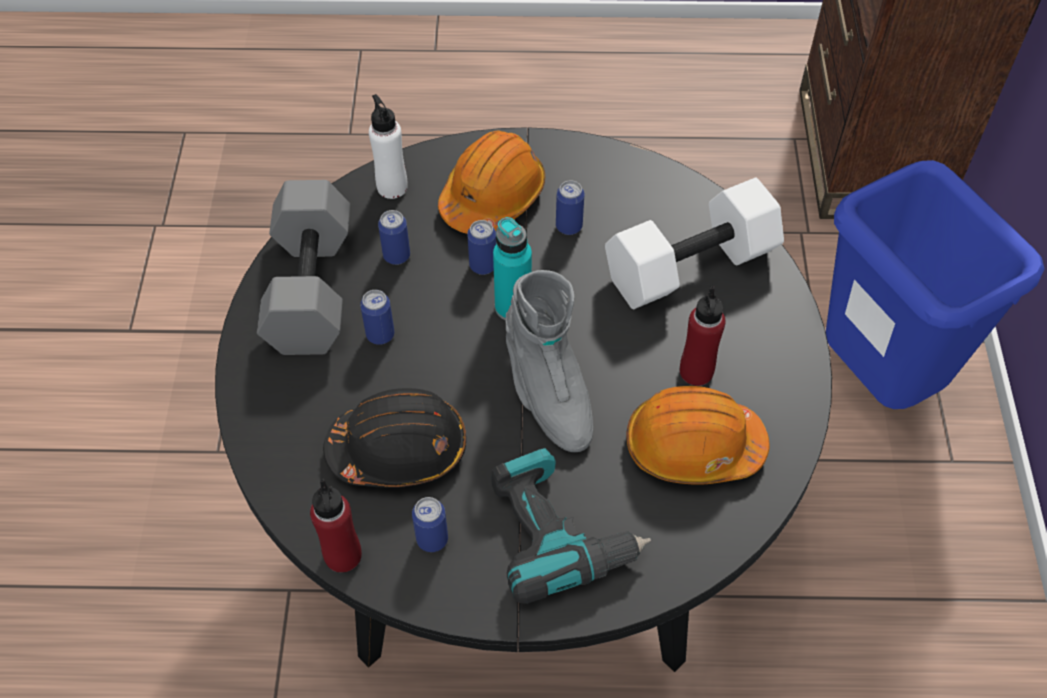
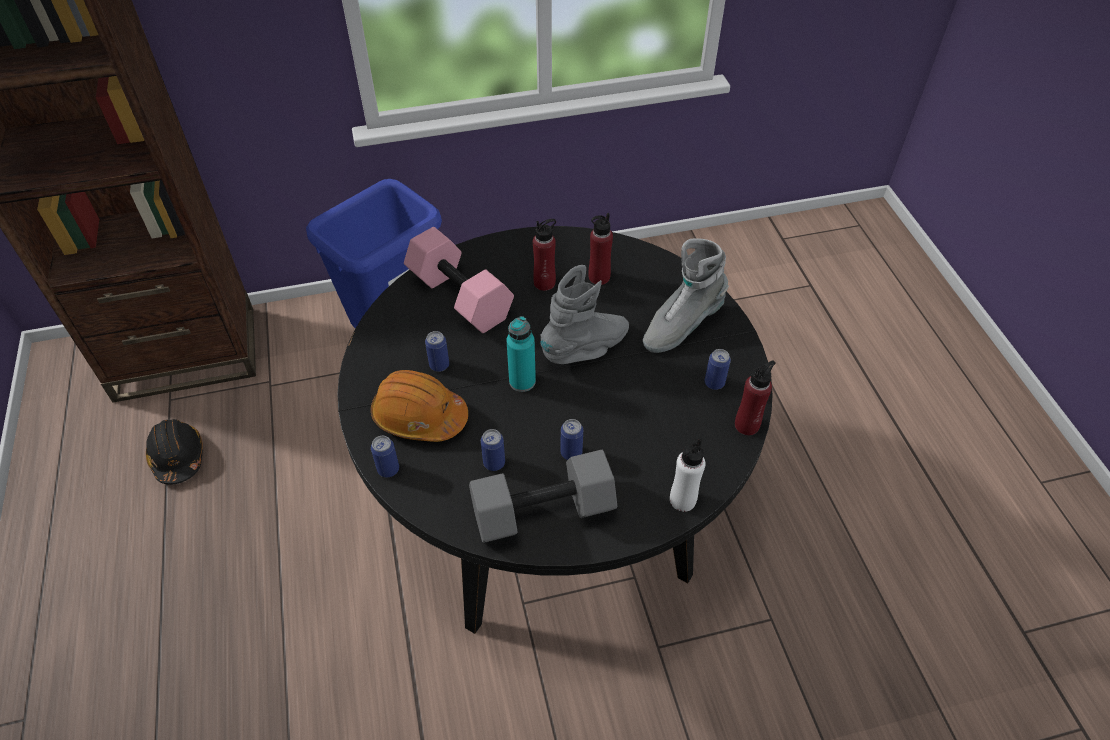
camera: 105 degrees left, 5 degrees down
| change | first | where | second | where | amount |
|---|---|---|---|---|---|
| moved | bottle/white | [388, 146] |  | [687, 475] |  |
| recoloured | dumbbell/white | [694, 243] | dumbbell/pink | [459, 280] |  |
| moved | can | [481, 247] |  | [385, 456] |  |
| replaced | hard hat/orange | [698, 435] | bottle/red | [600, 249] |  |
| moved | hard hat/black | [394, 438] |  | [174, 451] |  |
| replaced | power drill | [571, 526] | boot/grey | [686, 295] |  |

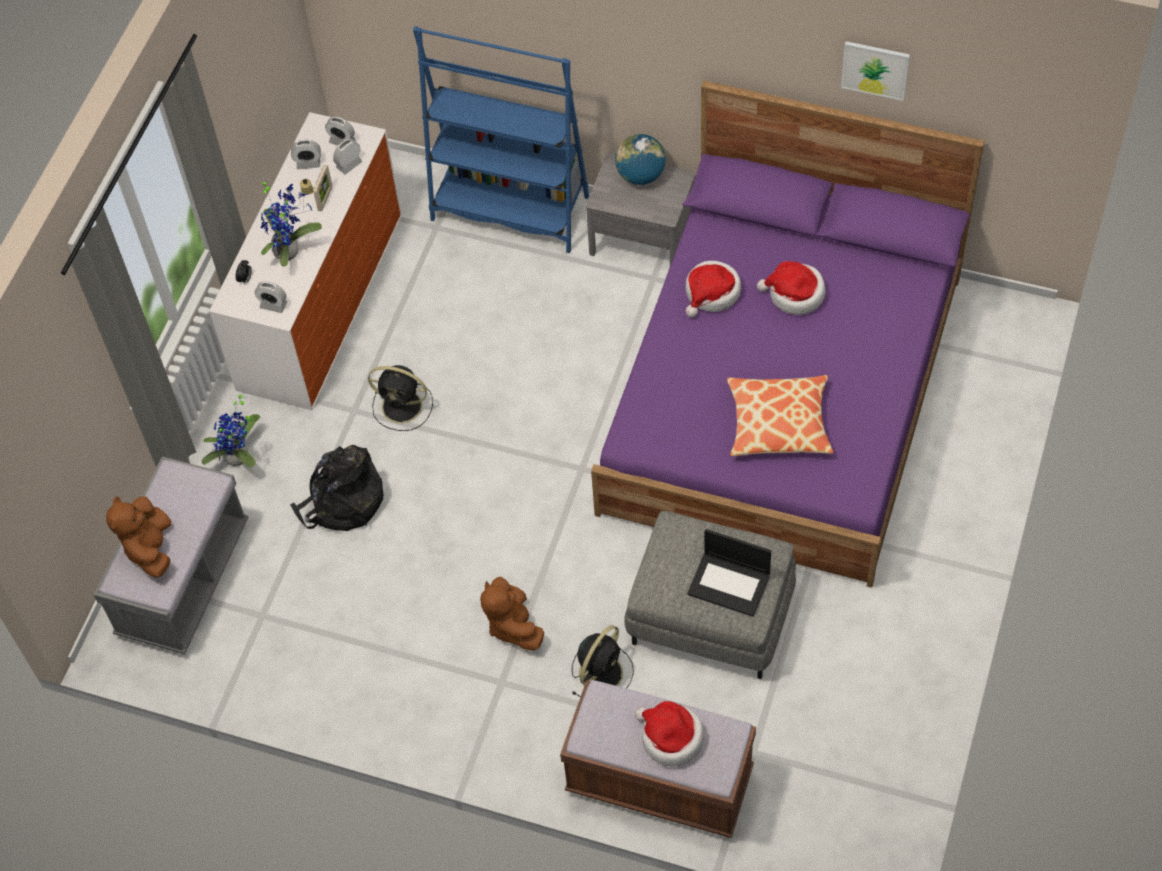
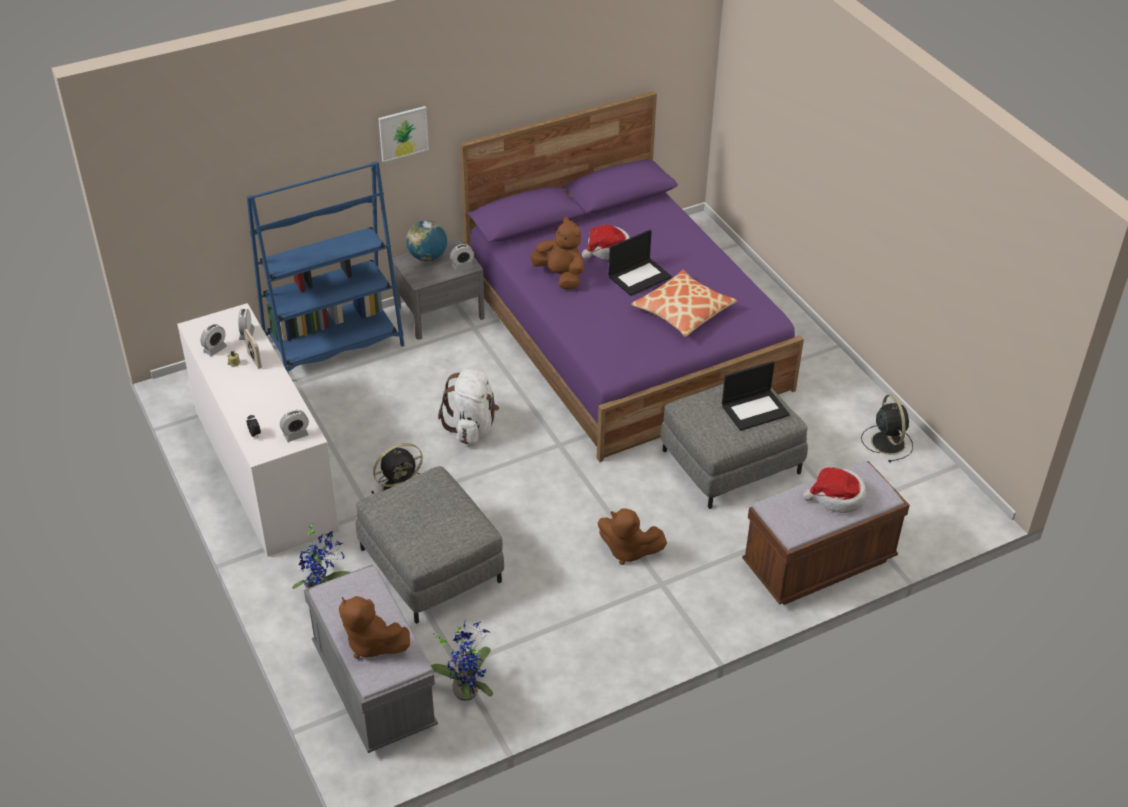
camera: 50 degrees left, 15 degrees down
| change | first | where | second | where | amount |
|---|---|---|---|---|---|
| moved | picture | [875, 71] |  | [403, 134] |  |
| moved | alarm clock | [340, 131] |  | [462, 257] |  |
| moved | potted plant | [291, 222] |  | [462, 660] |  |
| replaced | hat | [713, 289] | plush toy/brown | [557, 253] |  |
| replaced | backpack/black | [336, 488] | ottoman/grey | [430, 545] |  |
| moved | fan/black | [603, 661] |  | [887, 428] |  |
| added |  |  | laptop | [640, 263] |  |
| added |  |  | backpack/white | [468, 407] |  |

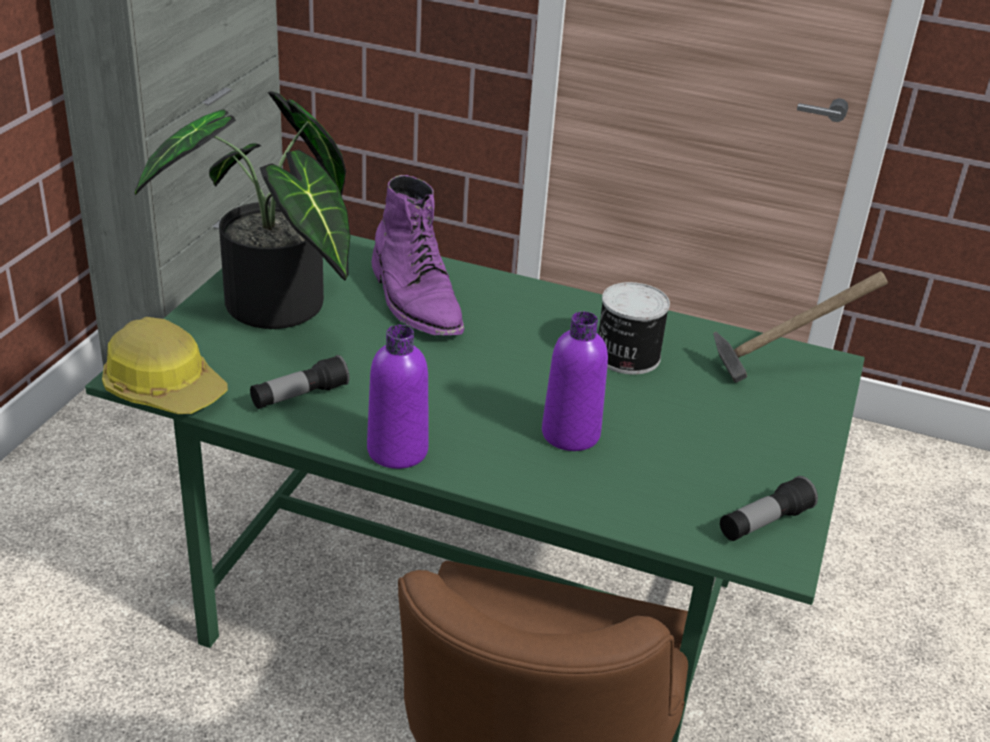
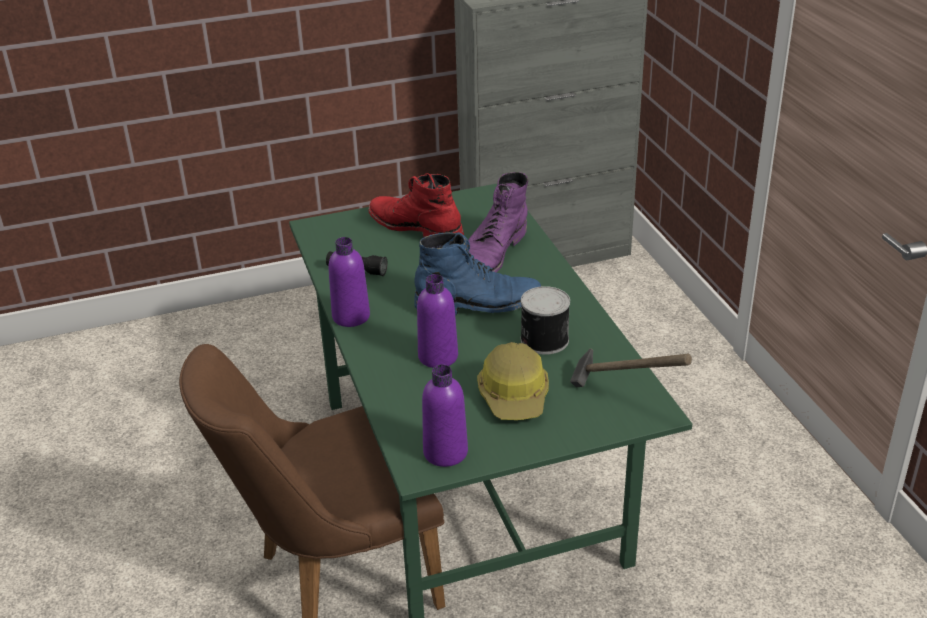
camera: 55 degrees right, 0 degrees up
| change | first | where | second | where | amount |
|---|---|---|---|---|---|
| replaced | potted plant | [242, 210] | boot/red | [416, 205] |  |
| moved | hard hat | [165, 365] |  | [513, 381] |  |
| replaced | flashlight | [769, 508] | bottle/purple | [445, 415] |  |
| added |  |  | boot/blue | [478, 273] |  |

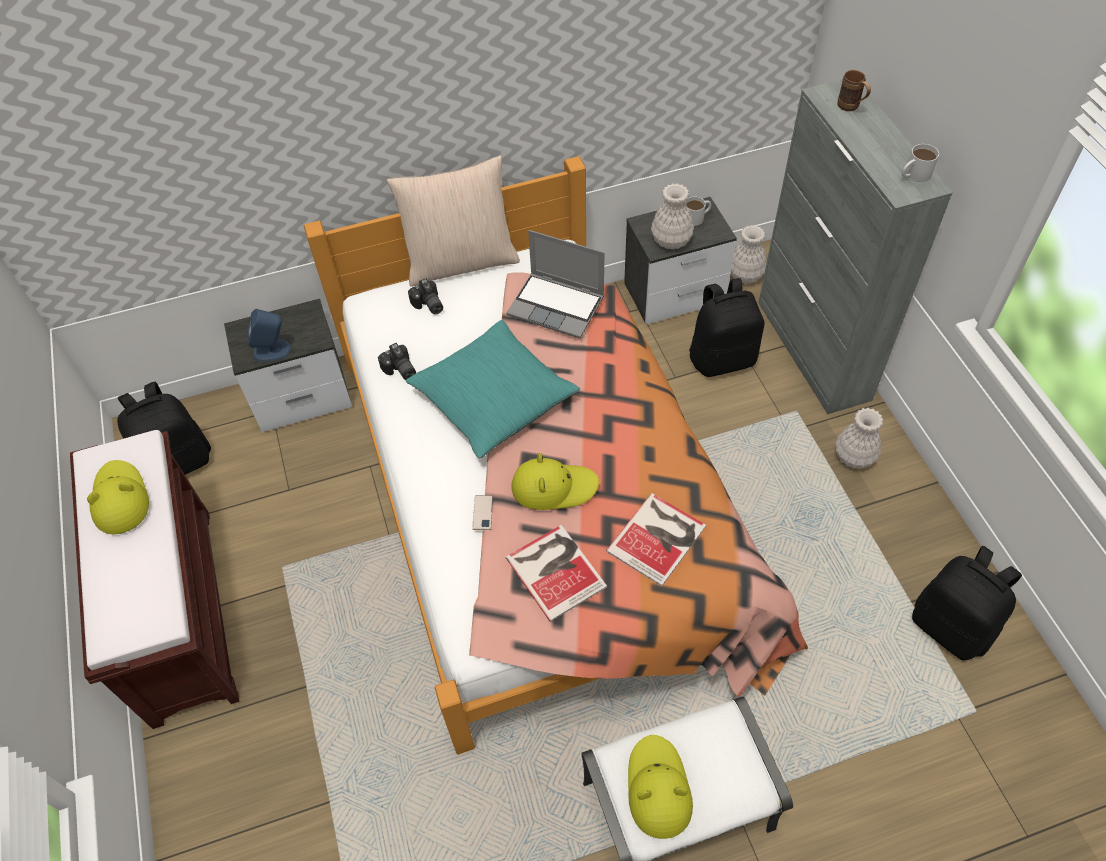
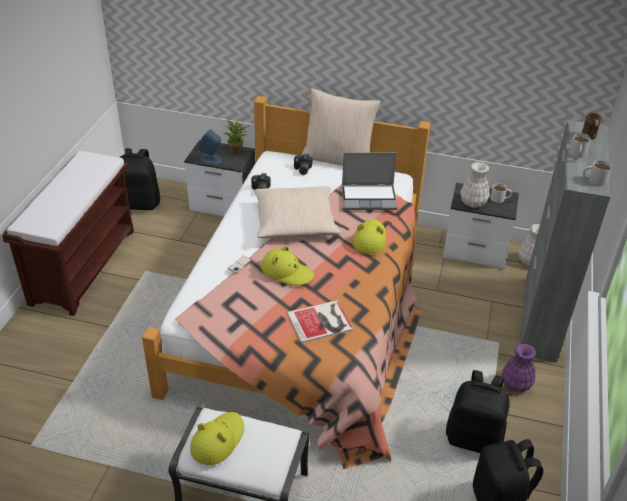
camera: 30 degrees right, 15 degrees down
| change | first | where | second | where | amount |
|---|---|---|---|---|---|
| turned | laptop | [555, 284] |  | [370, 181] | 60 degrees counterclockwise |
| moved | backpack/black | [726, 327] |  | [477, 411] |  |
| recoloured | pillow/turquoise | [493, 389] | pillow/beige | [297, 212] |  |
| recoloured | vase/white | [859, 438] | vase/purple | [519, 367] |  |
| moved | hat/yellow | [118, 497] |  | [369, 236] |  |
| removed | book | [556, 573] |  |  |  |
| added |  |  | potted plant | [237, 135] |  |
| added |  |  | mug/white | [580, 145] |  |

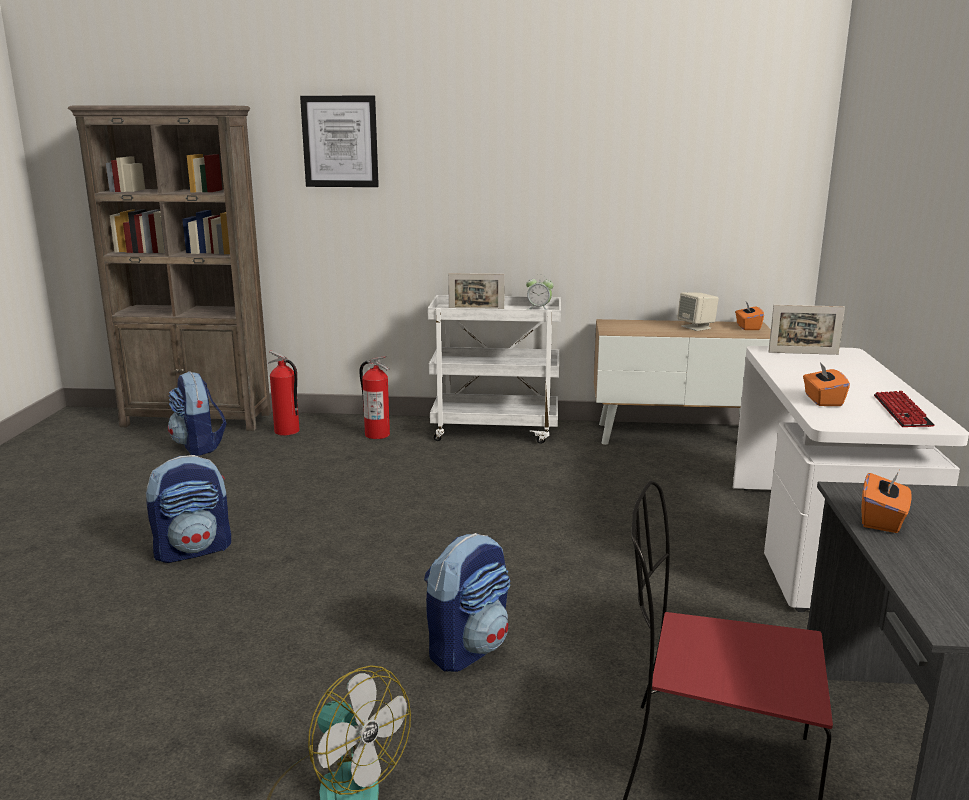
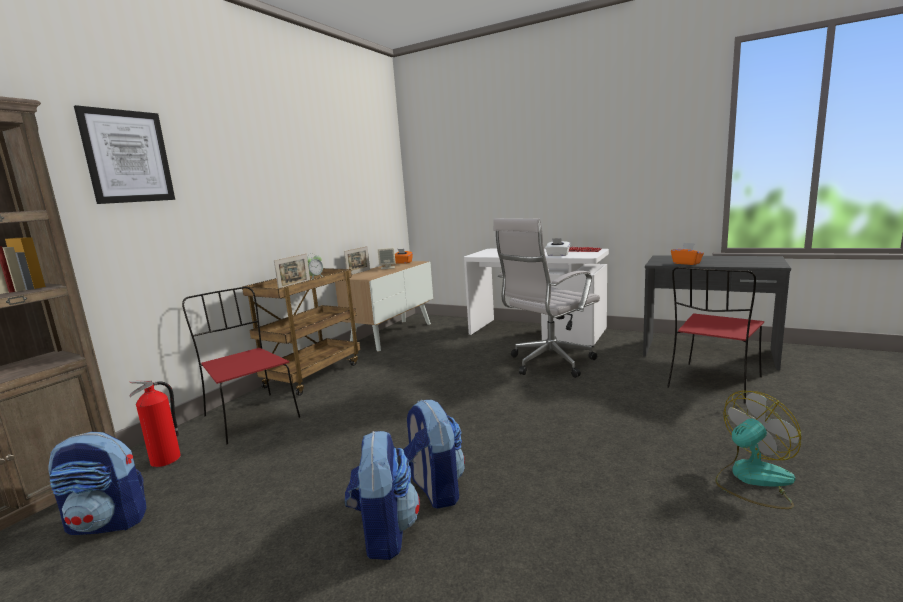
camera: 65 degrees left, 5 degrees down
| change | first | where | second | where | amount |
|---|---|---|---|---|---|
| recoloured | cart/white | [494, 369] | cart/brown | [301, 332] |  |
| moved | picture frame | [806, 330] |  | [357, 260] |  |
| replaced | fire extinguisher | [374, 397] | chair/red | [241, 365] |  |
| recoloured | tissue box/orange | [826, 384] | tissue box/white | [557, 247] |  |
| moved | backpack | [467, 602] |  | [434, 454] |  |
| added |  |  | office chair/white | [546, 298] |  |

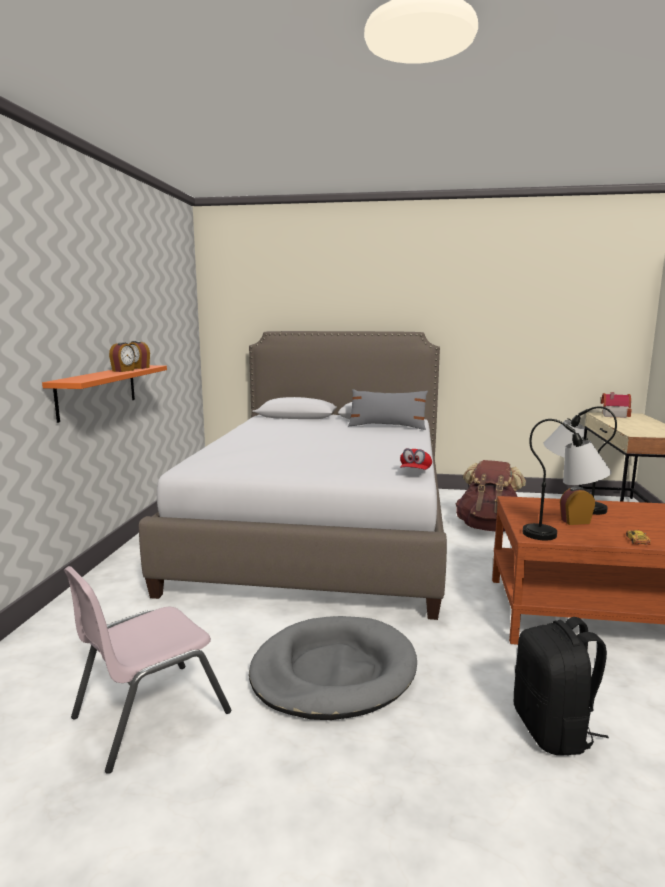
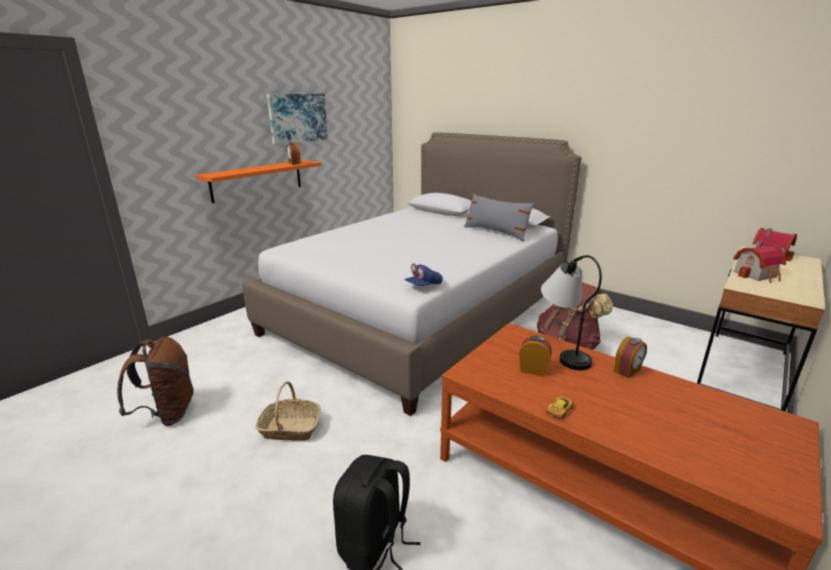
camera: 30 degrees right, 10 degrees up
| change | first | where | second | where | amount |
|---|---|---|---|---|---|
| moved | alarm clock | [122, 357] |  | [630, 357] |  |
| removed | table lamp | [567, 479] |  |  |  |
| recoloured | cap/red | [416, 459] | cap/blue | [423, 274] |  |
| replaced | chair/pink | [147, 670] | backpack/brown | [155, 381] |  |
| replaced | dog bed/grey | [333, 668] | basket | [288, 411] |  |
| added |  |  | picture | [297, 119] |  |
| added |  |  | toy house | [759, 262] |  |

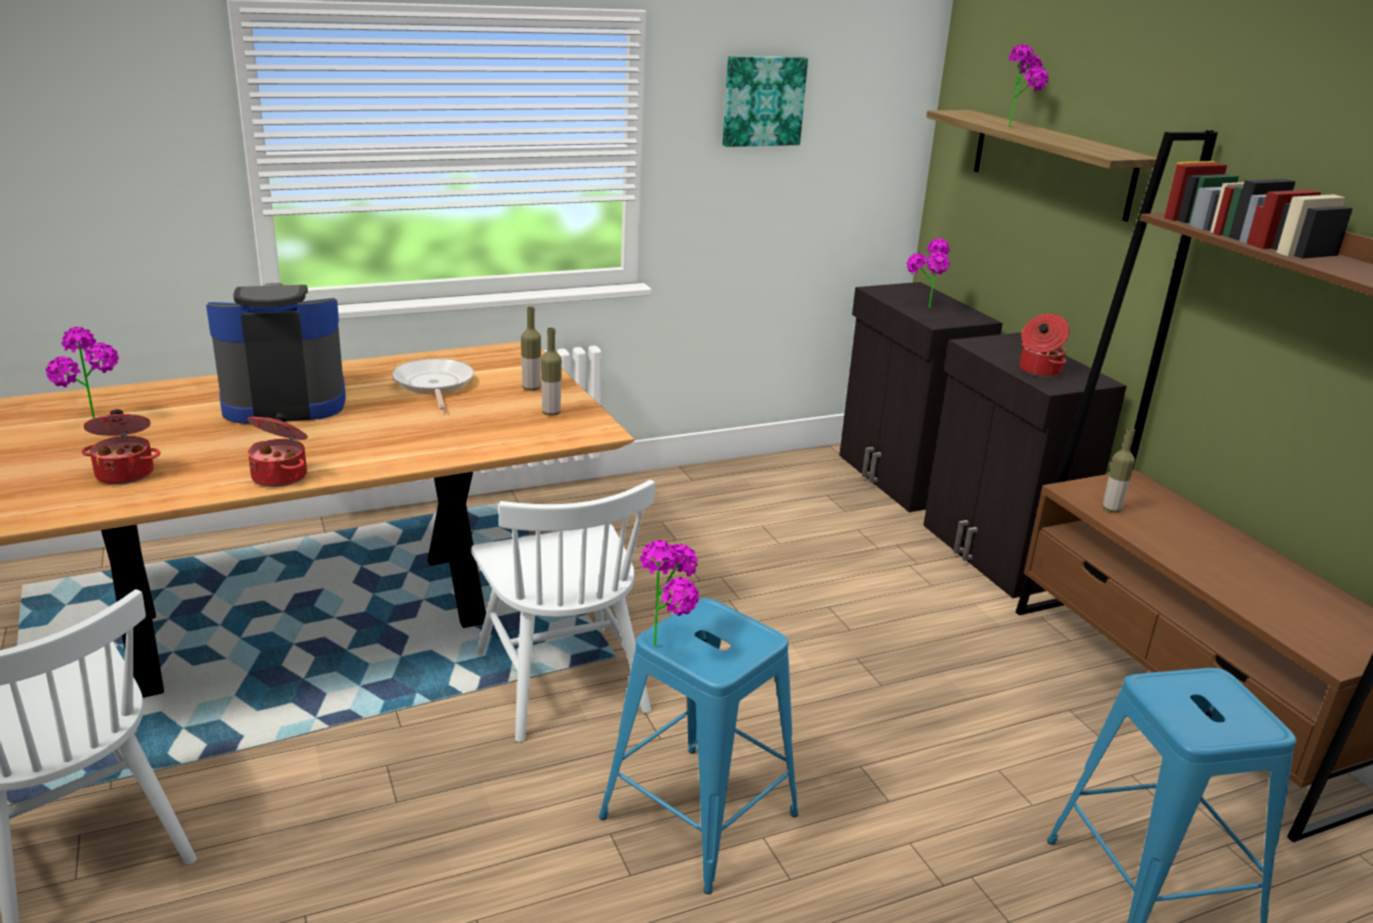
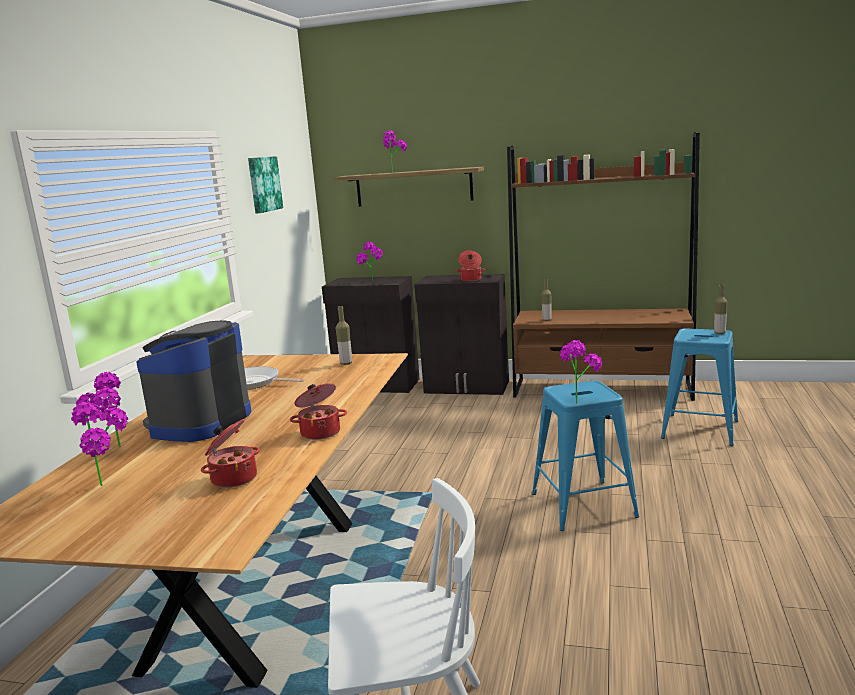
camera: 50 degrees left, 10 degrees down
| change | first | where | second | where | amount |
|---|---|---|---|---|---|
| moved | bottle | [531, 348] |  | [721, 309] |  |
| removed | chair/white | [563, 611] |  |  |  |
| added |  |  | potted plant | [98, 409] |  |

